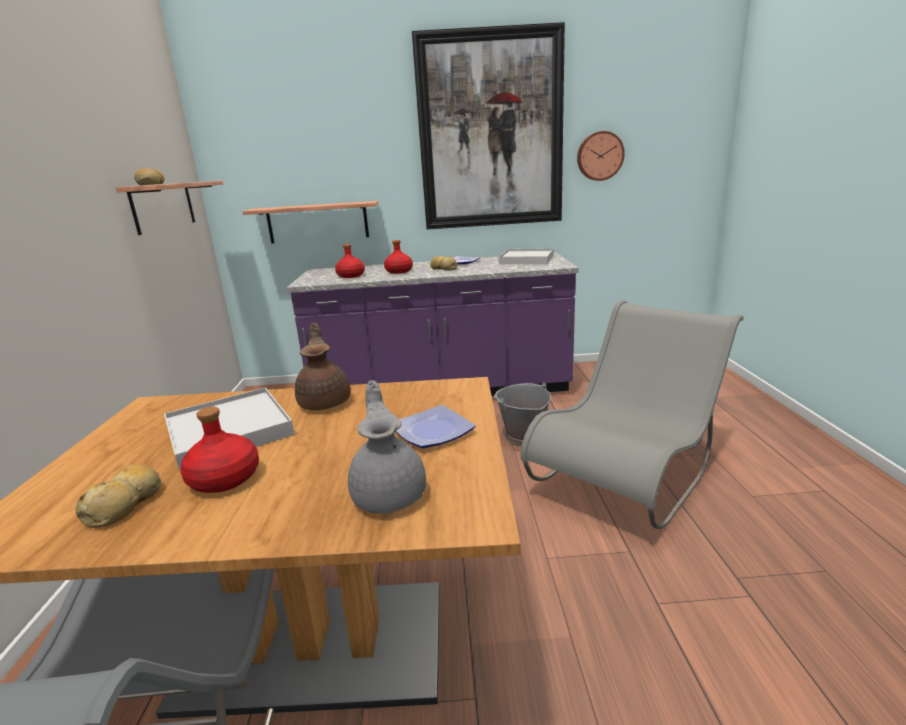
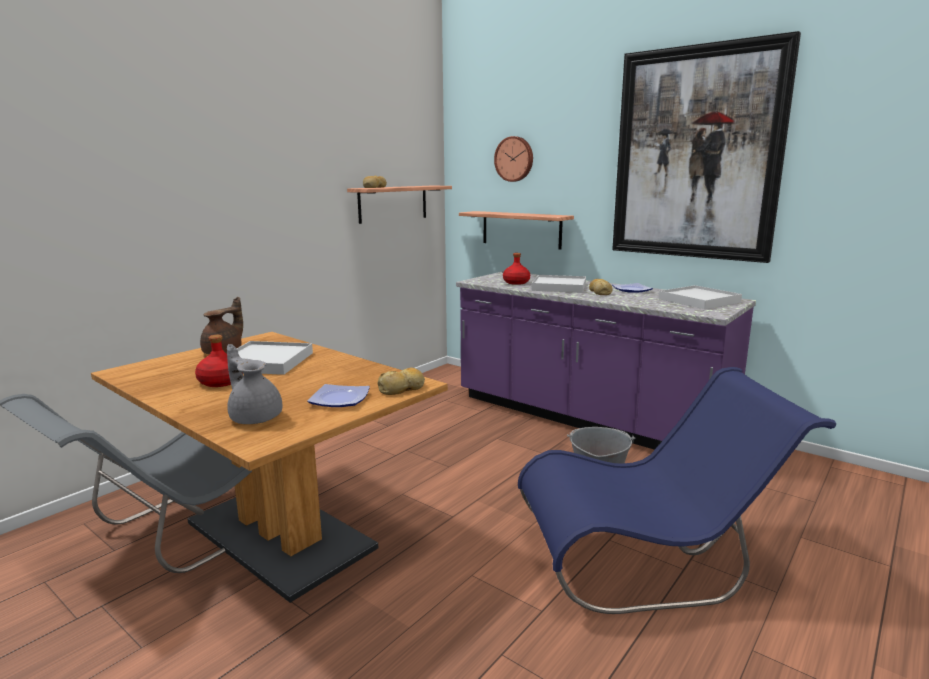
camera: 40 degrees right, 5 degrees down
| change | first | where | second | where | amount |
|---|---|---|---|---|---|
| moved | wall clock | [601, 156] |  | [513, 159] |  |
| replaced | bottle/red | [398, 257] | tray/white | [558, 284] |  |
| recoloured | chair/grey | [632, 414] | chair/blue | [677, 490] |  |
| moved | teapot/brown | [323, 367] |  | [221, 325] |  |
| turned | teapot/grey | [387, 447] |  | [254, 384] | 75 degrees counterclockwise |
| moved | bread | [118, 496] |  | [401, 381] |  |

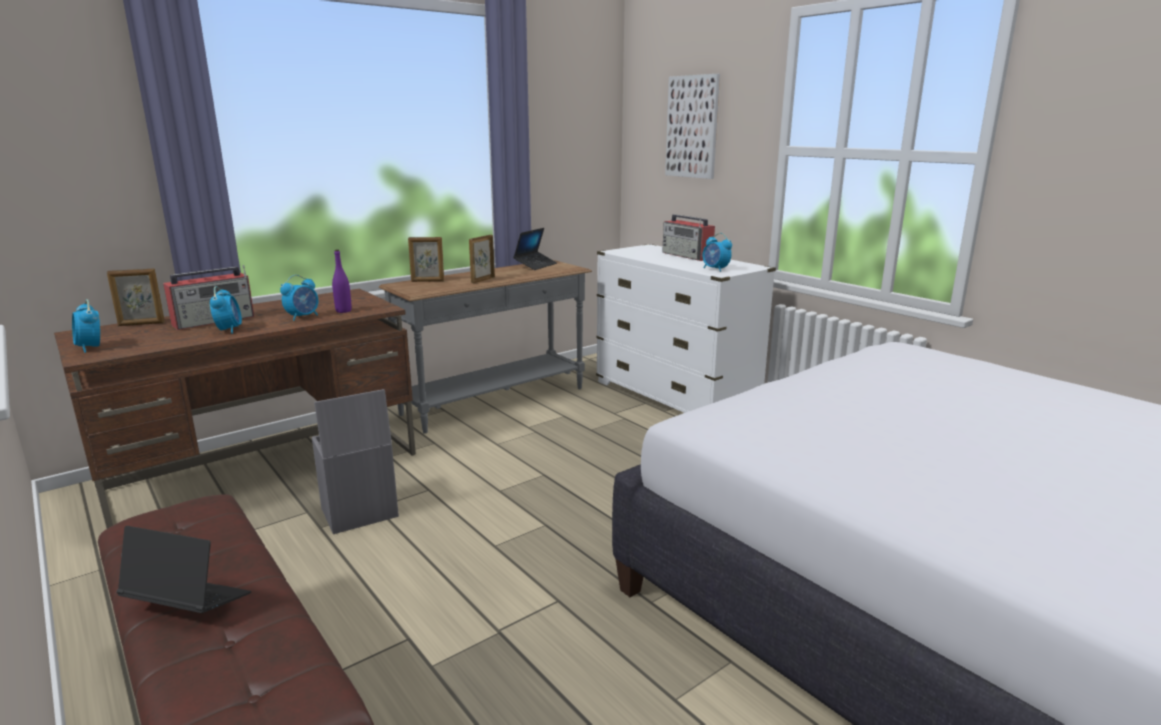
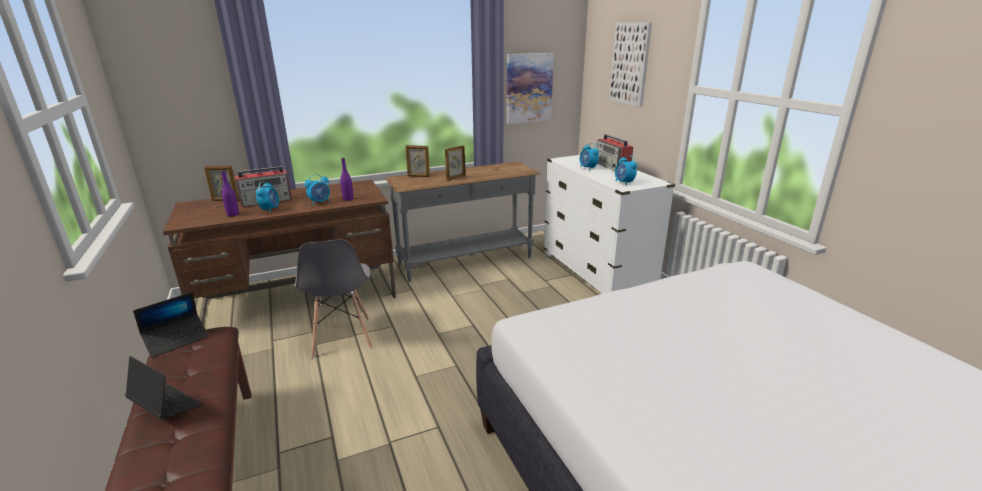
camera: 15 degrees right, 5 degrees up
| change | first | where | second | where | amount |
|---|---|---|---|---|---|
| moved | laptop | [535, 249] |  | [171, 325] |  |
| moved | alarm clock | [86, 326] |  | [589, 157] |  |
| replaced | storage box/grey | [355, 461] | chair/grey | [334, 298] |  |
| added |  |  | picture | [530, 88] |  |
| added |  |  | bottle/purple | [230, 193] |  |

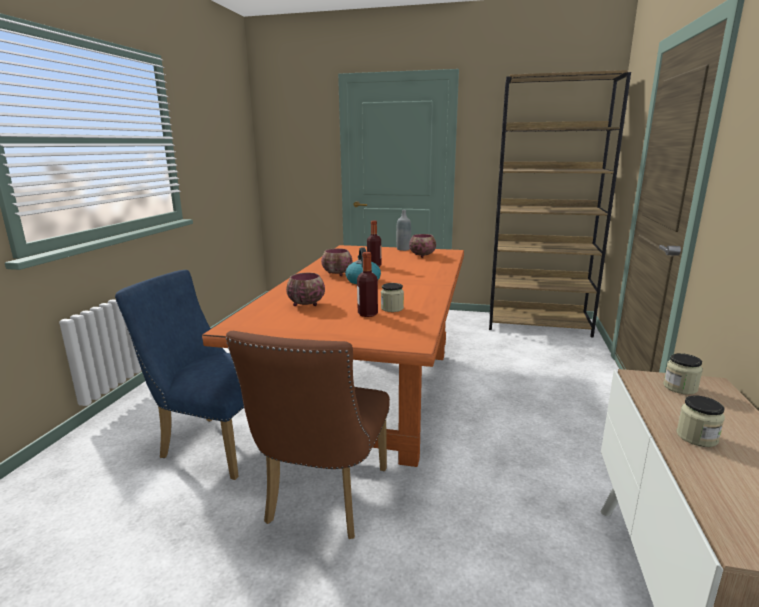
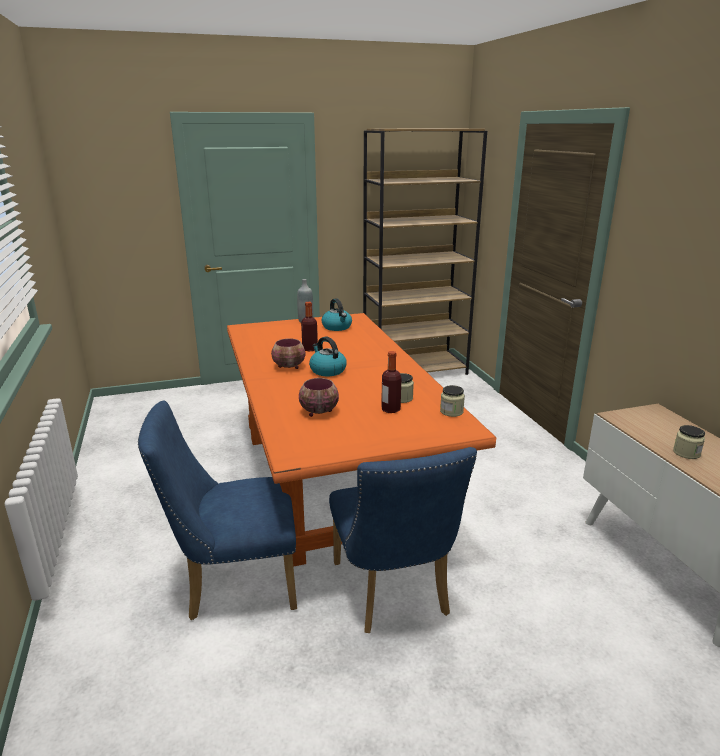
camera: 30 degrees left, 5 degrees up
| change | first | where | second | where | amount |
|---|---|---|---|---|---|
| replaced | bowl | [422, 246] | kettle | [337, 314] |  |
| recoloured | chair/brown | [308, 435] | chair/blue | [403, 540] |  |
| moved | jar | [683, 374] |  | [452, 401] |  |

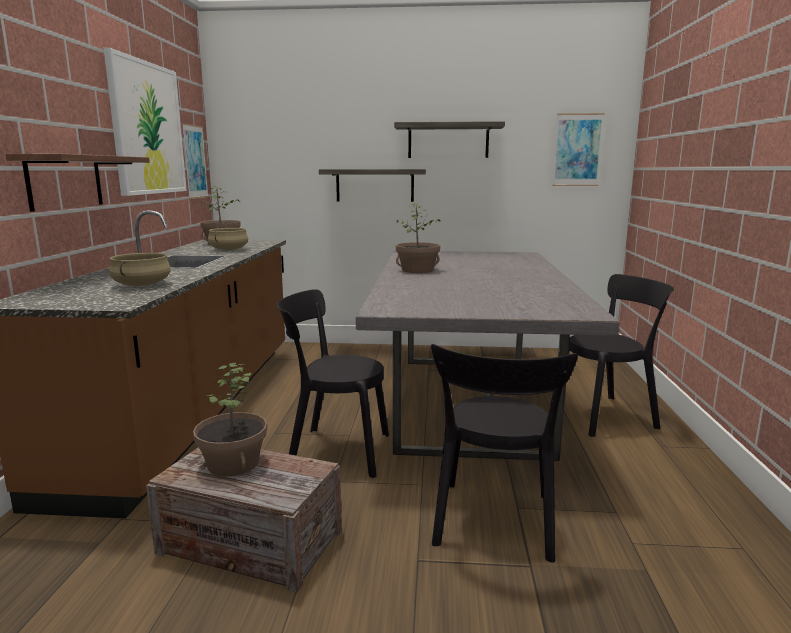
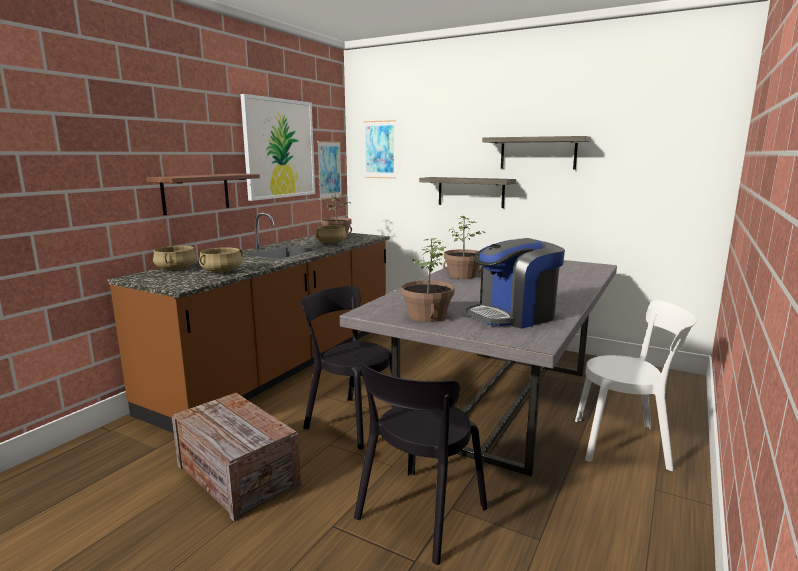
camera: 25 degrees right, 0 degrees up
| change | first | where | second | where | amount |
|---|---|---|---|---|---|
| moved | picture | [578, 149] |  | [379, 149] |  |
| recoloured | chair/black | [612, 355] | chair/white | [635, 385] |  |
| moved | potted plant | [230, 419] |  | [428, 280] |  |
| added |  |  | coffee machine | [516, 283] |  |
| added |  |  | cooking pot/beige | [175, 258] |  |

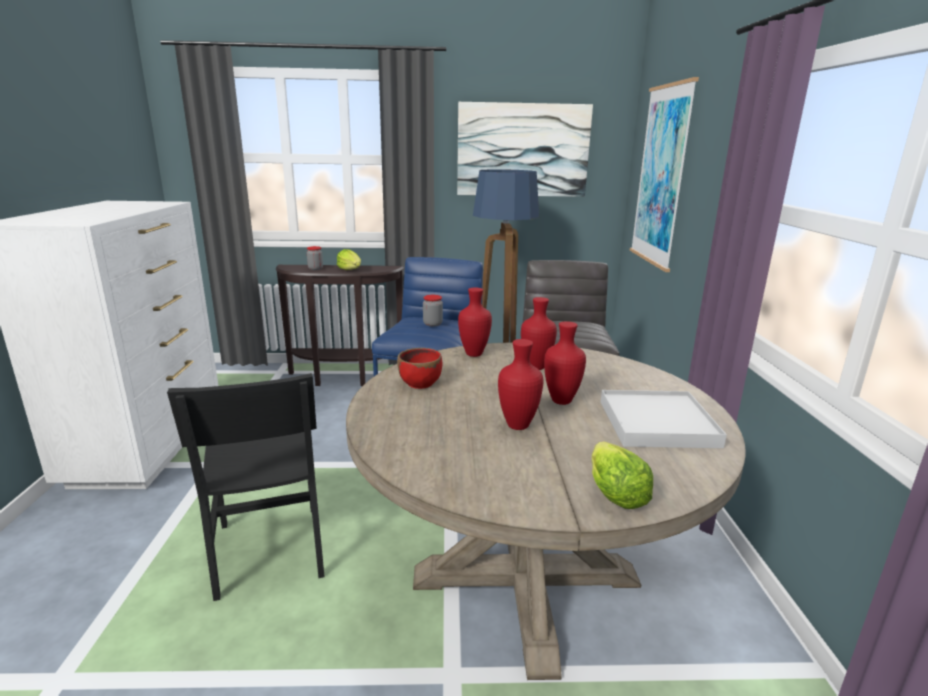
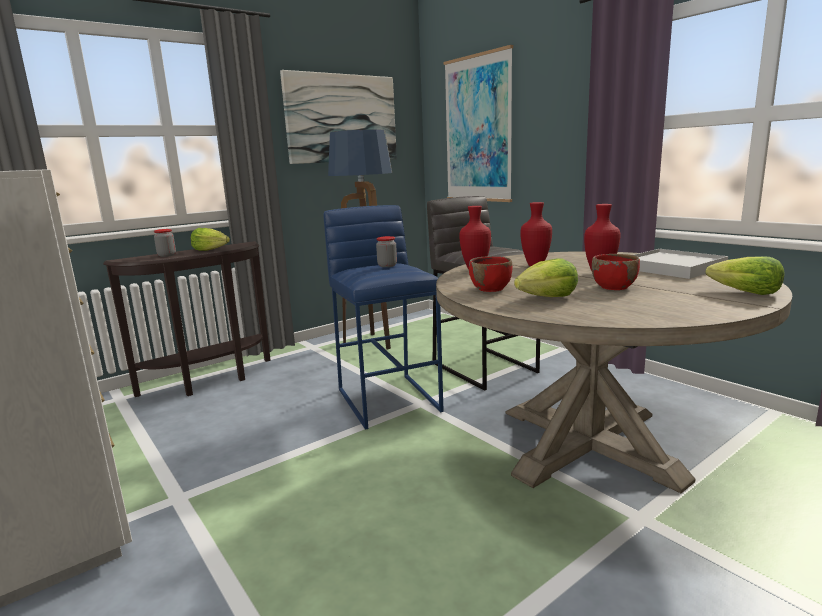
camera: 35 degrees left, 5 degrees down
| change | first | where | second | where | amount |
|---|---|---|---|---|---|
| replaced | vase/red | [520, 384] | bowl/red | [616, 272] |  |
| removed | chair/black | [246, 487] |  |  |  |
| added |  |  | lettuce | [546, 277] |  |

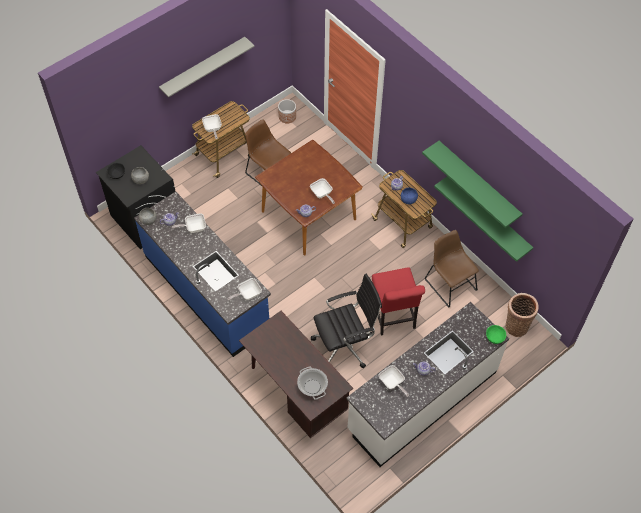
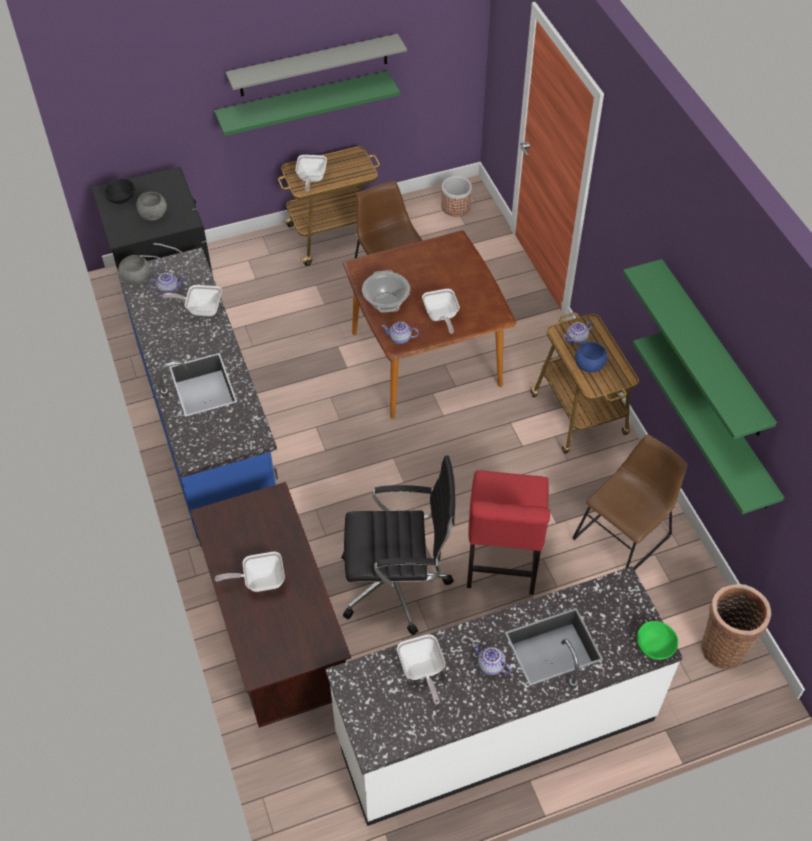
camera: 20 degrees right, 5 degrees down
| change | first | where | second | where | amount |
|---|---|---|---|---|---|
| turned | chair/brown | [452, 269] |  | [630, 502] | 60 degrees clockwise |
| moved | frying pan | [244, 289] |  | [250, 572] |  |
| moved | cooking pot | [312, 383] |  | [386, 291] |  |
| added |  |  | shelf/green | [307, 103] |  |

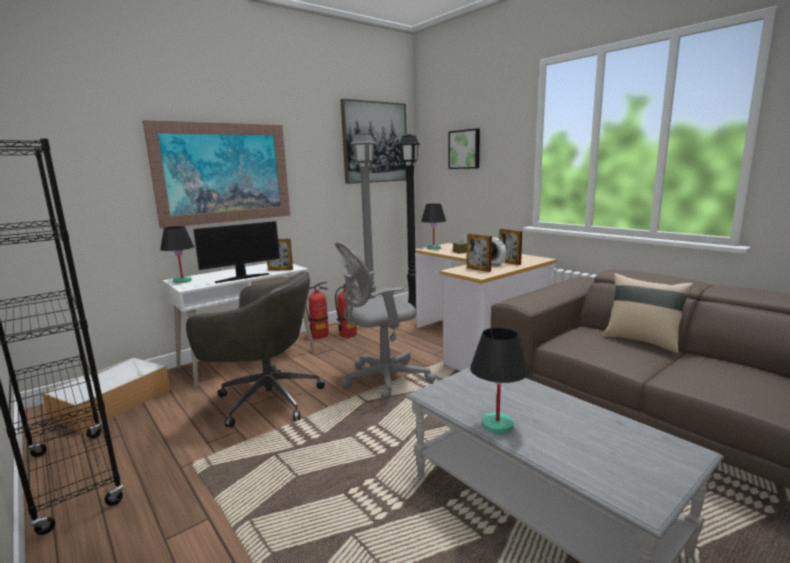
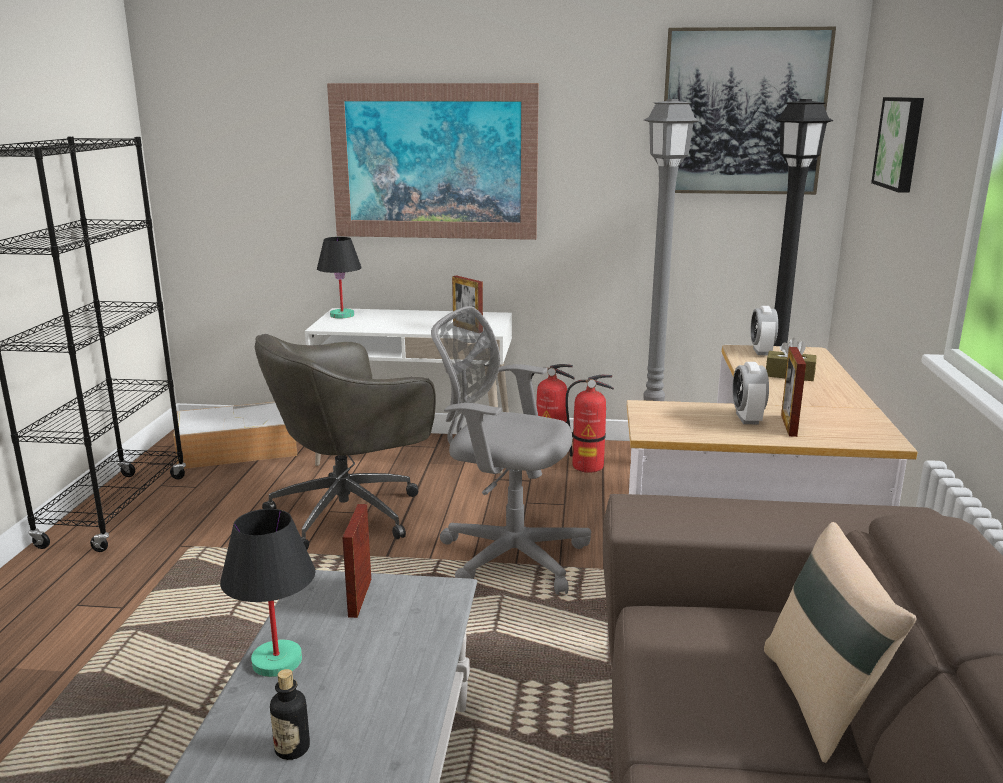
camera: 45 degrees right, 5 degrees up
| change | first | where | second | where | amount |
|---|---|---|---|---|---|
| replaced | table lamp/black | [433, 226] | alarm clock | [764, 330] |  |
| removed | monitor | [236, 252] |  |  |  |
| moved | picture frame | [479, 253] |  | [356, 561] |  |
| turned | office chair/grey | [255, 349] |  | [345, 442] | 90 degrees clockwise |
| added |  |  | bottle | [290, 714] |  |

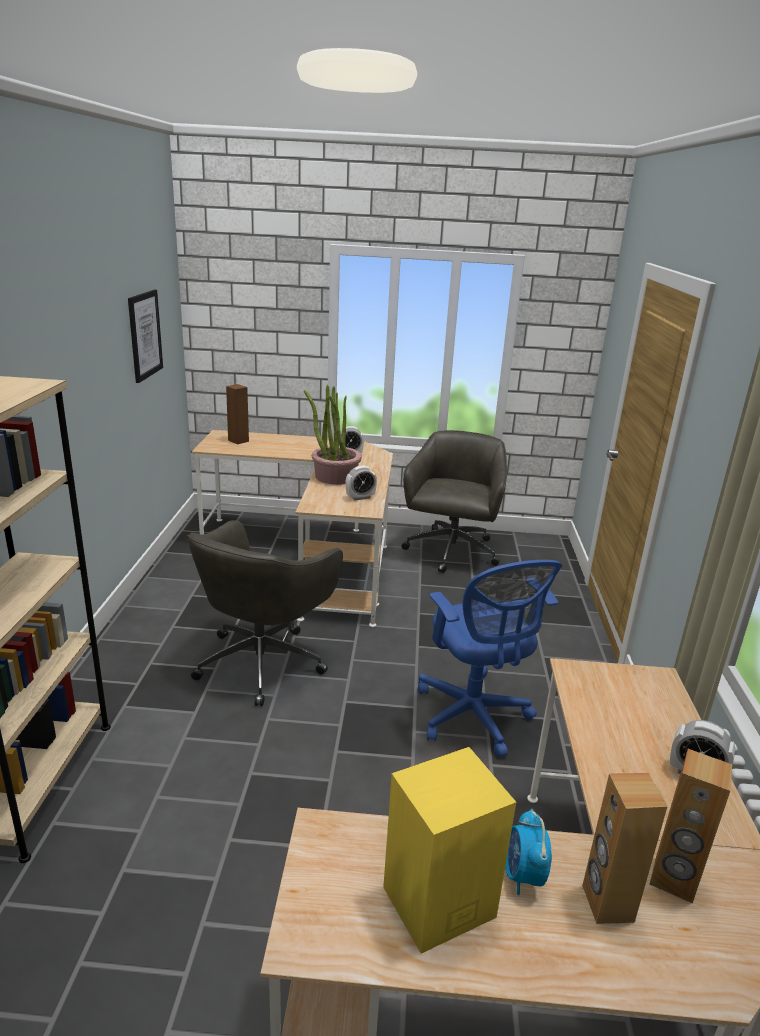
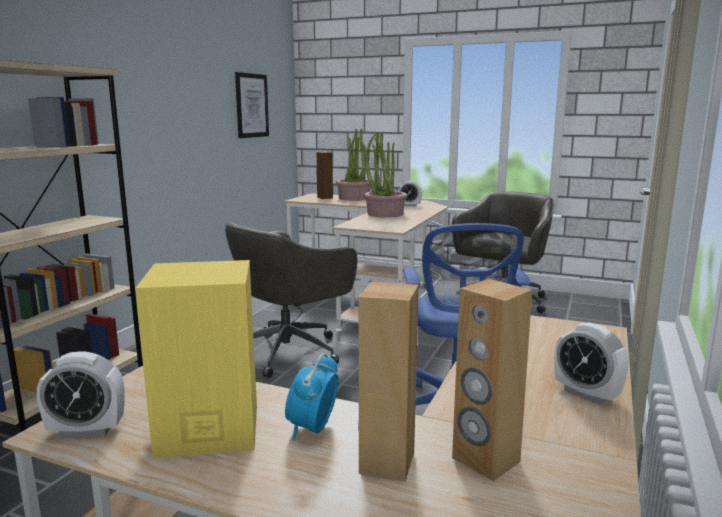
camera: 20 degrees right, 10 degrees down
| change | first | where | second | where | amount |
|---|---|---|---|---|---|
| moved | alarm clock | [361, 483] |  | [81, 395] |  |
| added |  |  | potted plant | [356, 165] |  |

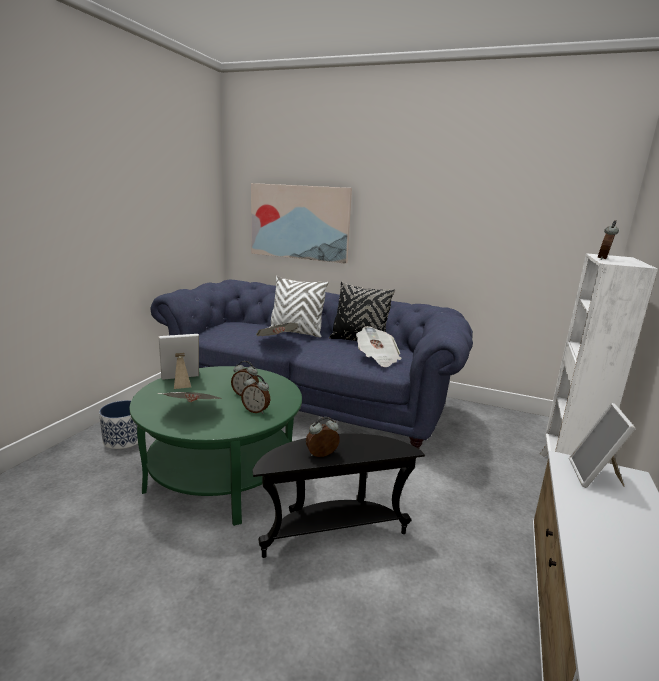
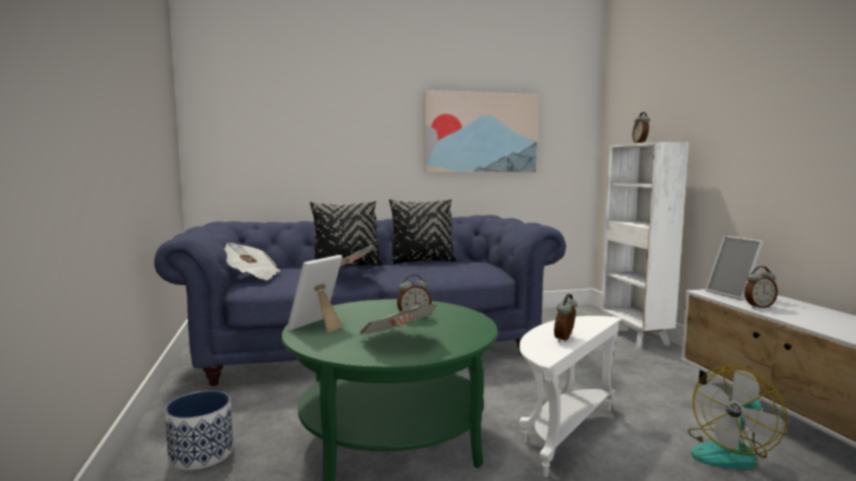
camera: 35 degrees left, 10 degrees down
| change | first | where | second | where | amount |
|---|---|---|---|---|---|
| moved | picture | [301, 223] |  | [481, 131] |  |
| recoloured | pillow/white | [299, 306] | pillow/black | [346, 233] |  |
| moved | newspaper | [379, 346] |  | [252, 261] |  |
| moved | alarm clock | [255, 394] |  | [761, 287] |  |
| recoloured | side table/black | [338, 495] | side table/white | [570, 396] |  |
| added |  |  | fan | [738, 417] |  |

